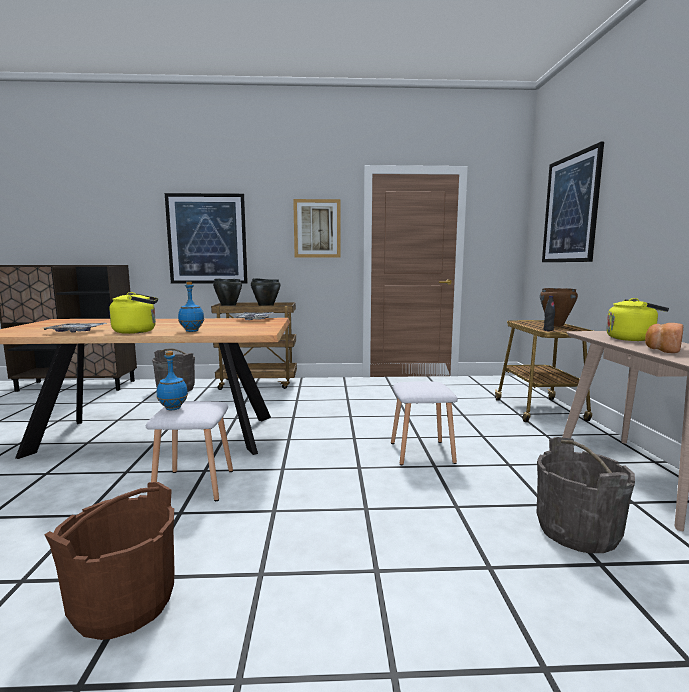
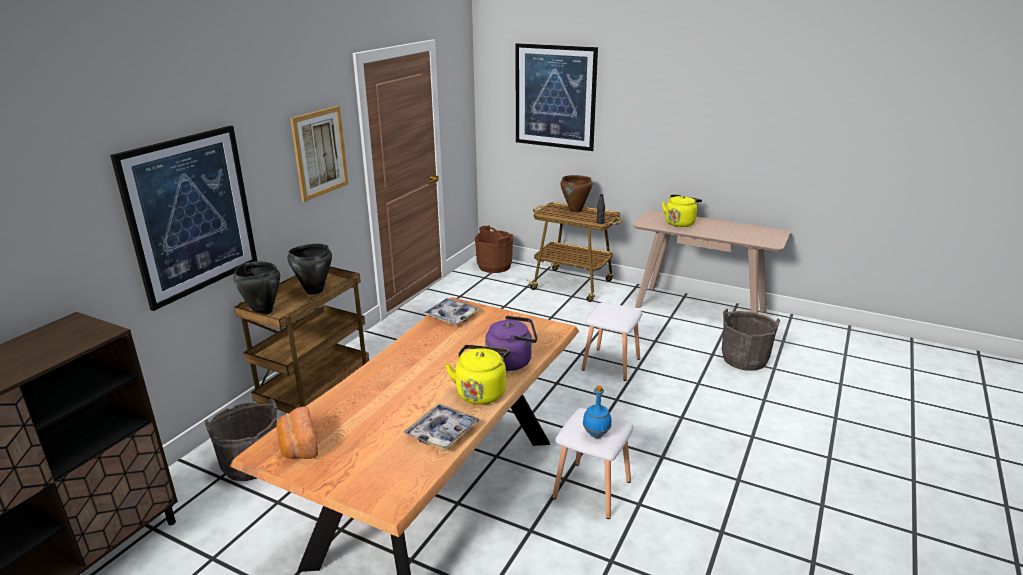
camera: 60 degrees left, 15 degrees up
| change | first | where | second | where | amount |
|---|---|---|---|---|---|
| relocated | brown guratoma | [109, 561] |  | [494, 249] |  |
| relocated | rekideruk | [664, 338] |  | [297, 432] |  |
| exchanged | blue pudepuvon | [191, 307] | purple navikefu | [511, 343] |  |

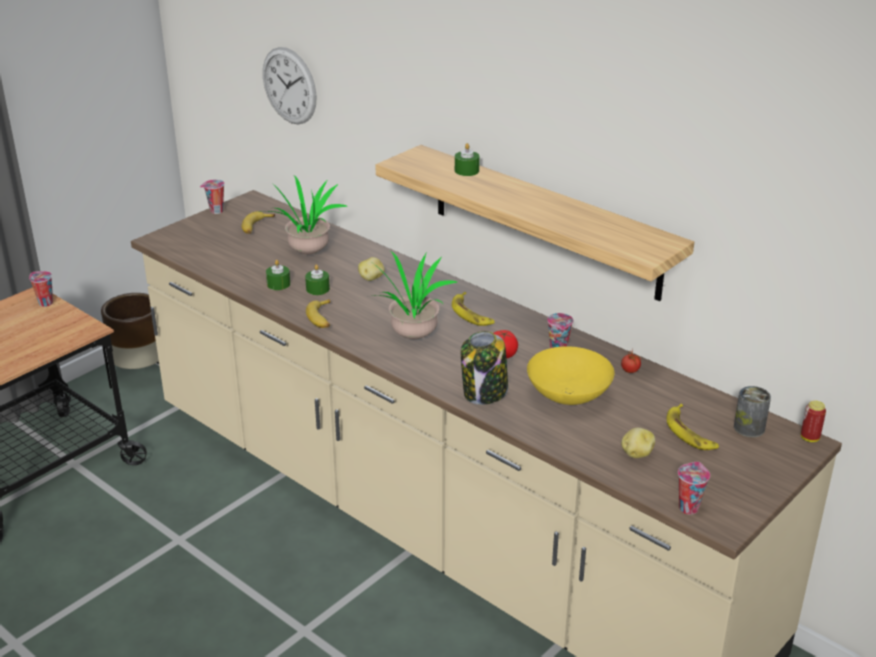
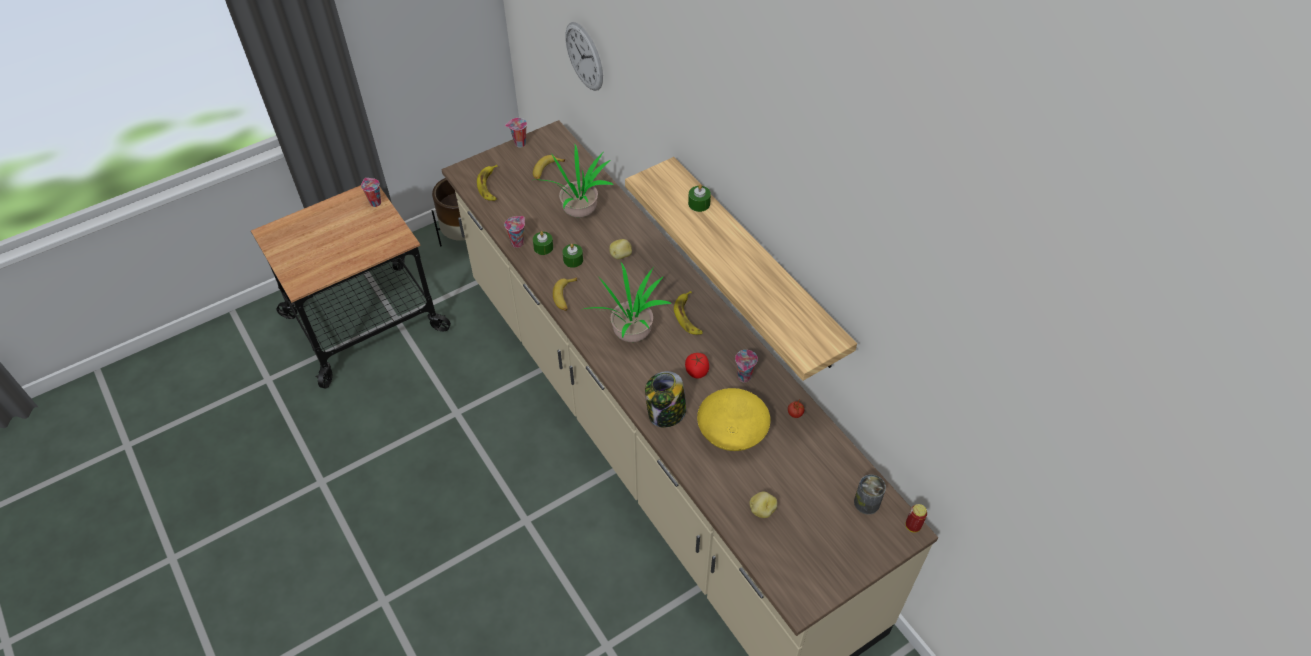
camera: 15 degrees right, 20 degrees up
| change | first | where | second | where | amount |
|---|---|---|---|---|---|
| relocated | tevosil | [692, 427] |  | [487, 183] |  |
| relocated | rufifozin | [694, 488] |  | [514, 232] |  |

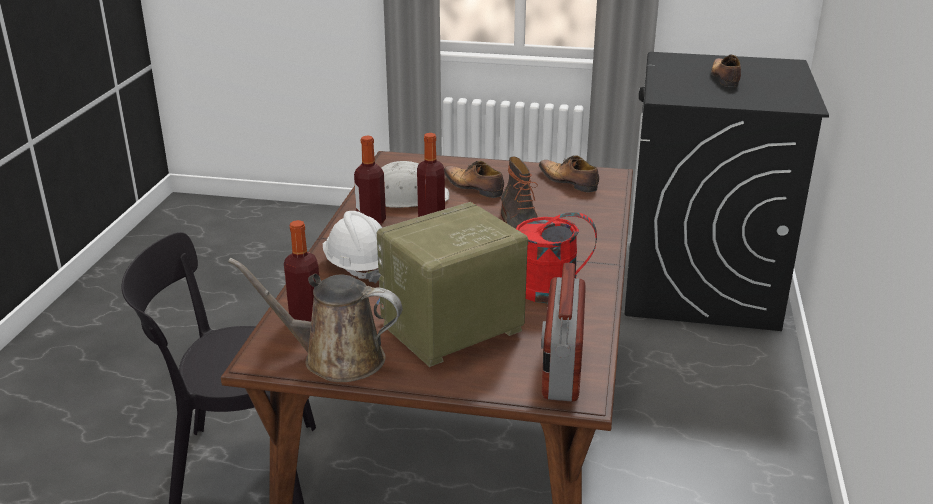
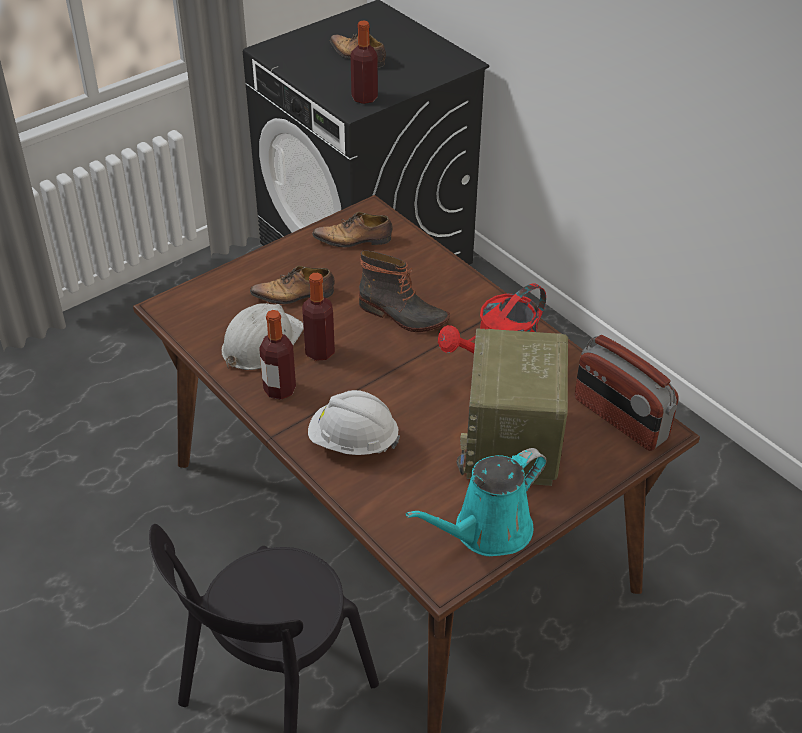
camera: 50 degrees left, 15 degrees up
| change | first | where | second | where | amount |
|---|---|---|---|---|---|
| relocated | pudepuvon | [301, 270] |  | [364, 62] |  |
| colour | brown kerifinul | [315, 320] | turquoise kerifinul | [476, 502] |  |

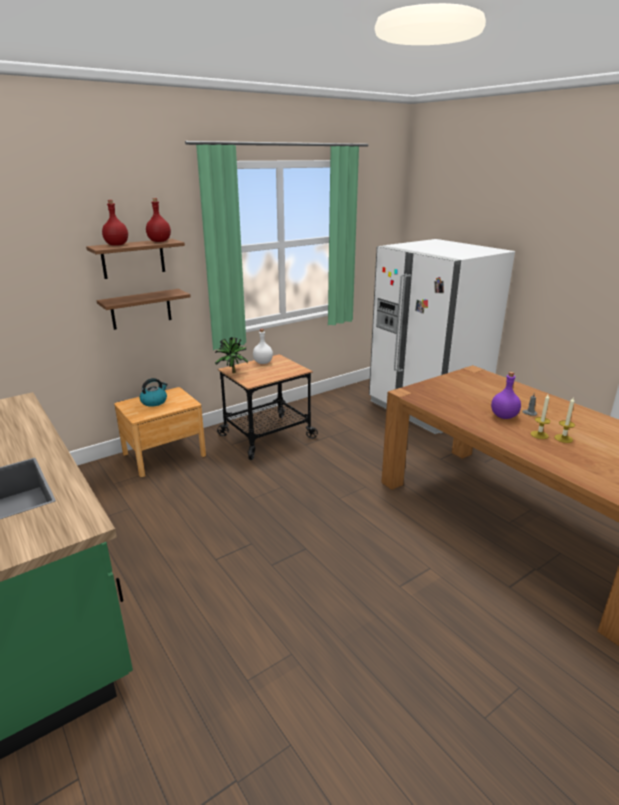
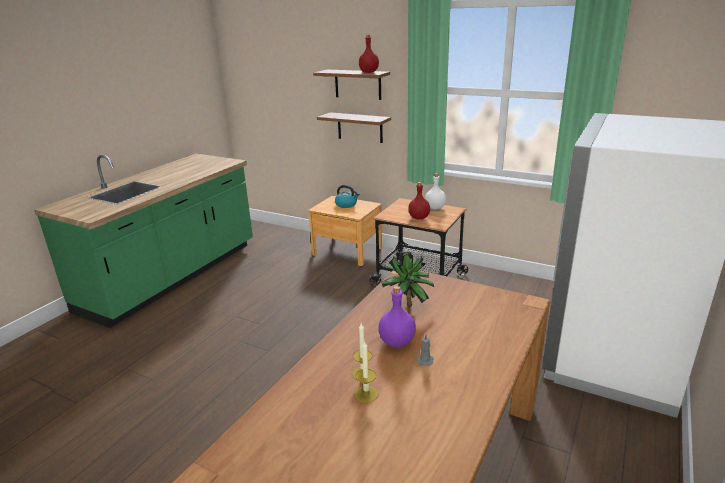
camera: 65 degrees right, 0 degrees up
| change | first | where | second | where | amount |
|---|---|---|---|---|---|
| relocated | red pudepuvon | [115, 223] |  | [419, 201] |  |
| relocated | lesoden | [231, 355] |  | [407, 279] |  |

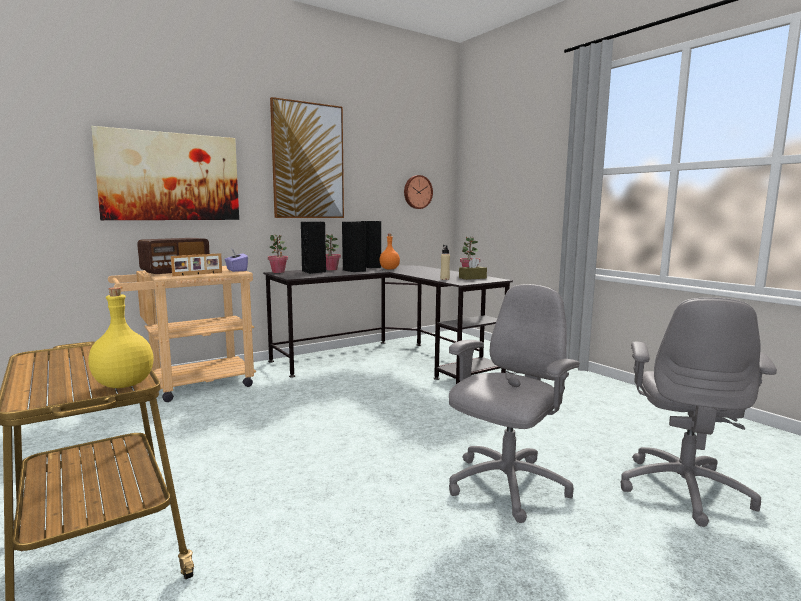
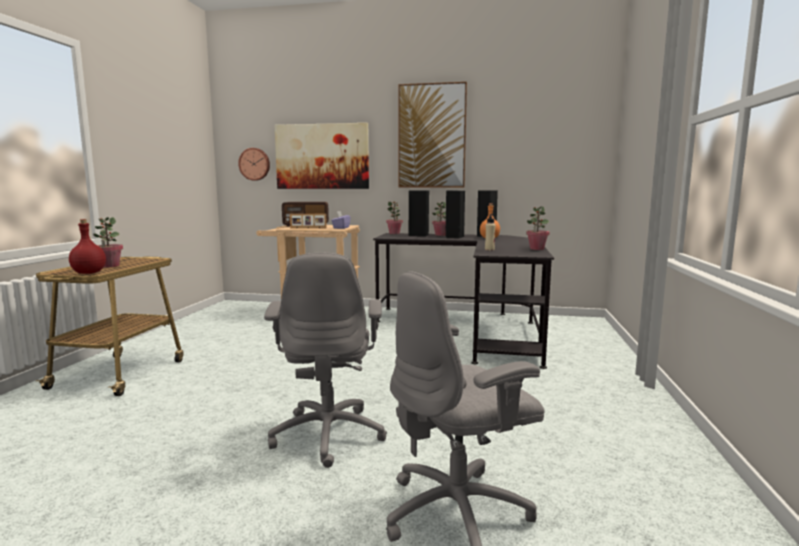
camera: 45 degrees right, 0 degrees up
| change | first | where | second | where | amount |
|---|---|---|---|---|---|
| missing | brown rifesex | [473, 268] |  |  |  |
| appeared |  |  | lesoden | [108, 242] |  |
| relocated | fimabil | [418, 192] |  | [254, 164] |  |
| colour | yellow pudepuvon | [121, 337] | red pudepuvon | [87, 246] |  |
| spun | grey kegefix | [514, 403] |  | [325, 360] | 90 degrees clockwise |

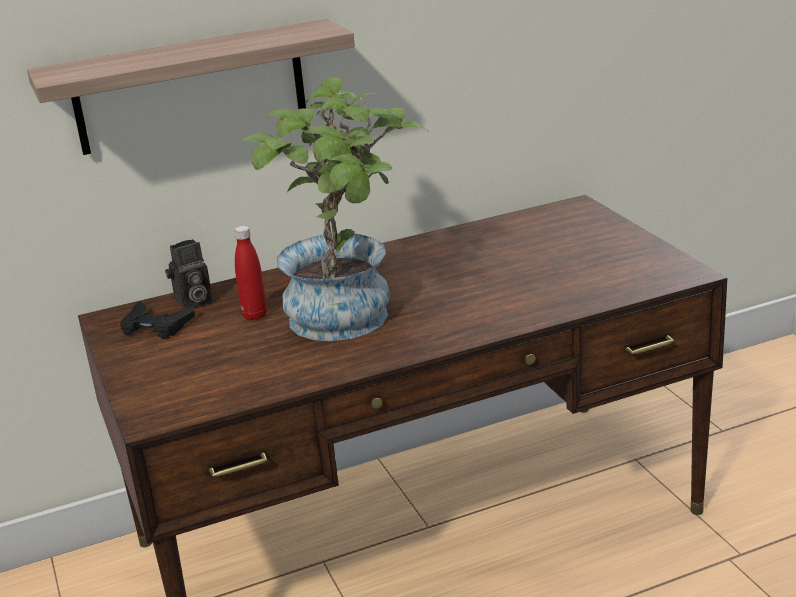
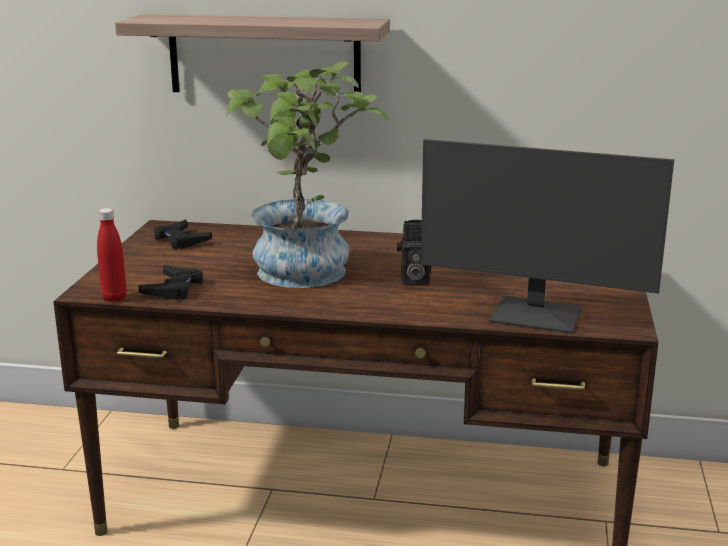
camera: 30 degrees right, 5 degrees down
| change | first | where | second | where | amount |
|---|---|---|---|---|---|
| appeared |  |  | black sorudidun | [170, 282] |  |
| appeared |  |  | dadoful | [547, 236] |  |
| relocated | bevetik | [188, 274] |  | [413, 252] |  |
| relocated | red pudepuvon | [250, 273] |  | [112, 255] |  |

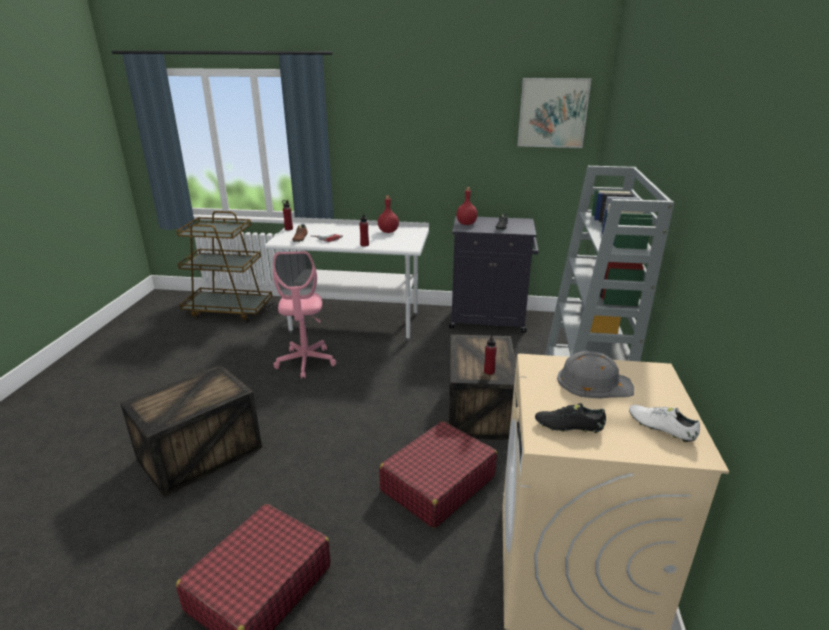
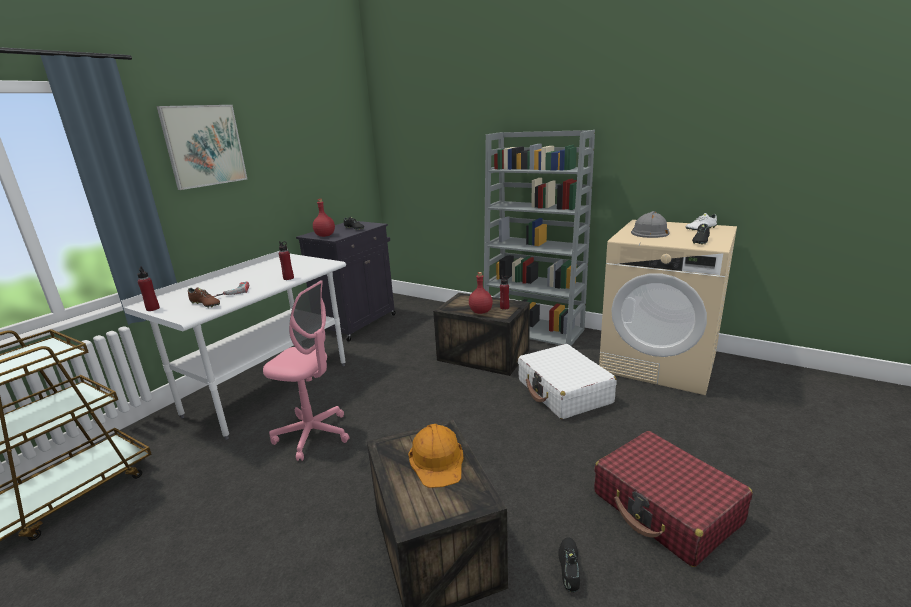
camera: 65 degrees left, 5 degrees down
| change | first | where | second | where | amount |
|---|---|---|---|---|---|
| appeared |  |  | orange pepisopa | [436, 456] |  |
| appeared |  |  | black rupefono | [569, 564] |  |
| relocated | red pudepuvon | [388, 214] |  | [481, 293] |  |
| relocated | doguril | [554, 113] |  | [202, 147] |  |
| colour | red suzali | [438, 474] | white suzali | [567, 381] |  |

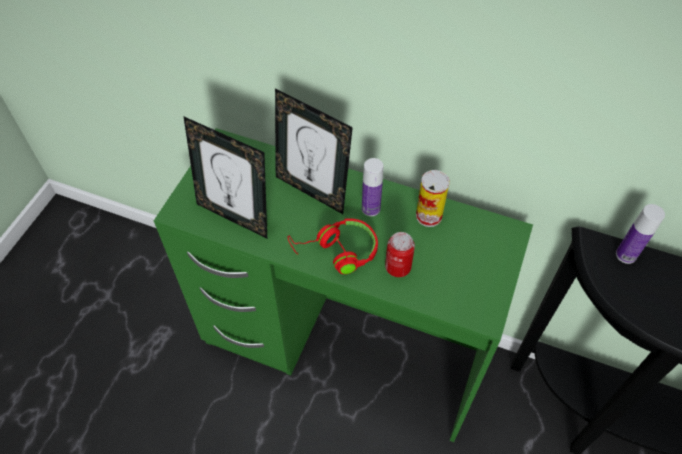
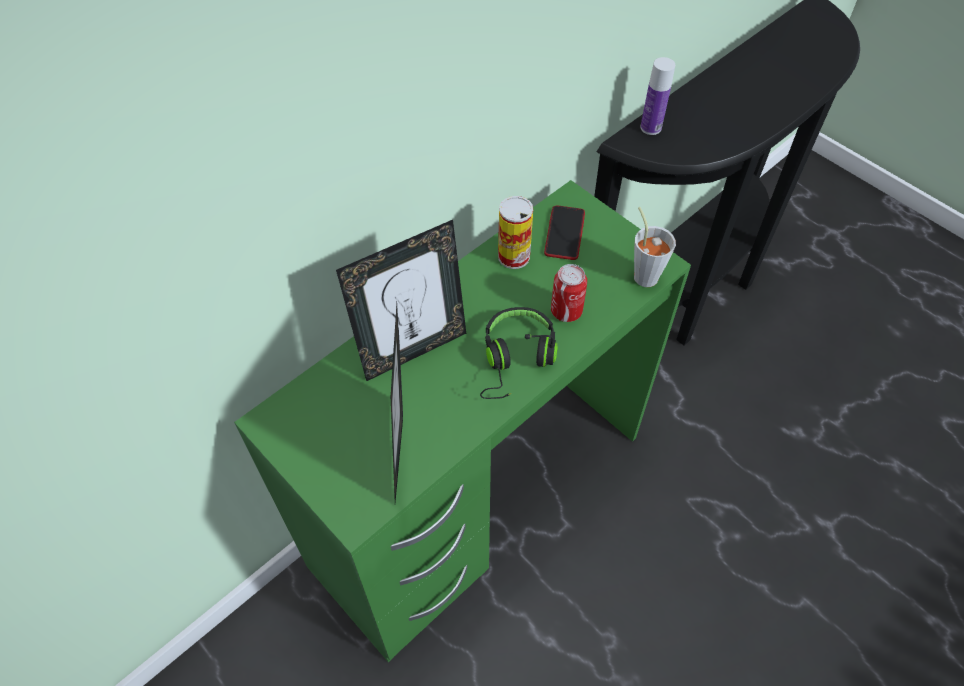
camera: 65 degrees left, 0 degrees up
| change | first | where | second | where | amount |
|---|---|---|---|---|---|
| missing | pudepuvon | [372, 187] |  |  |  |
| appeared |  |  | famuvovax | [564, 232] |  |
| appeared |  |  | grey rufifozin | [655, 247] |  |
| colour | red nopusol | [333, 246] | black nopusol | [519, 353] |  |
| spun | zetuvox | [225, 177] |  | [397, 403] | 120 degrees clockwise |

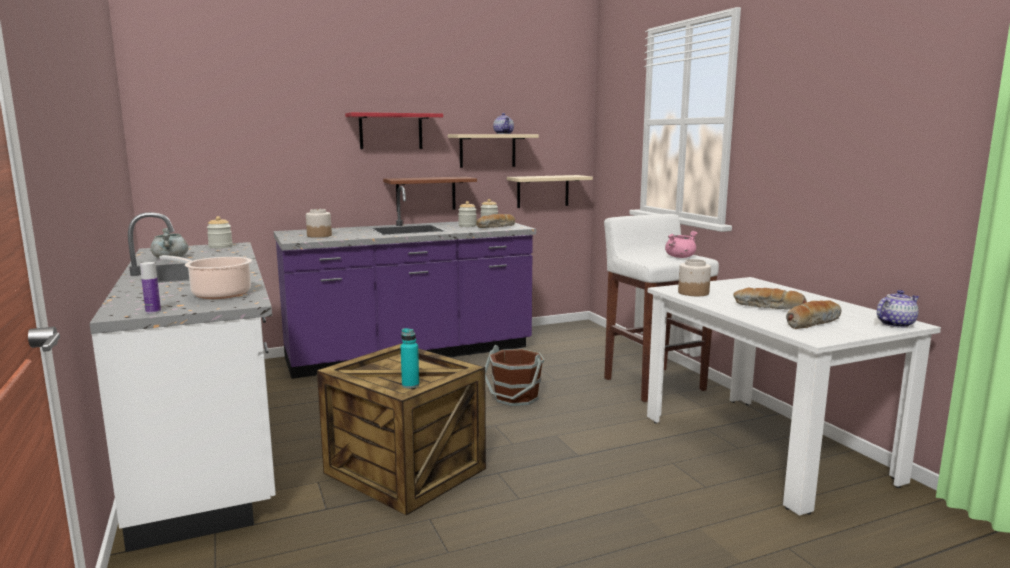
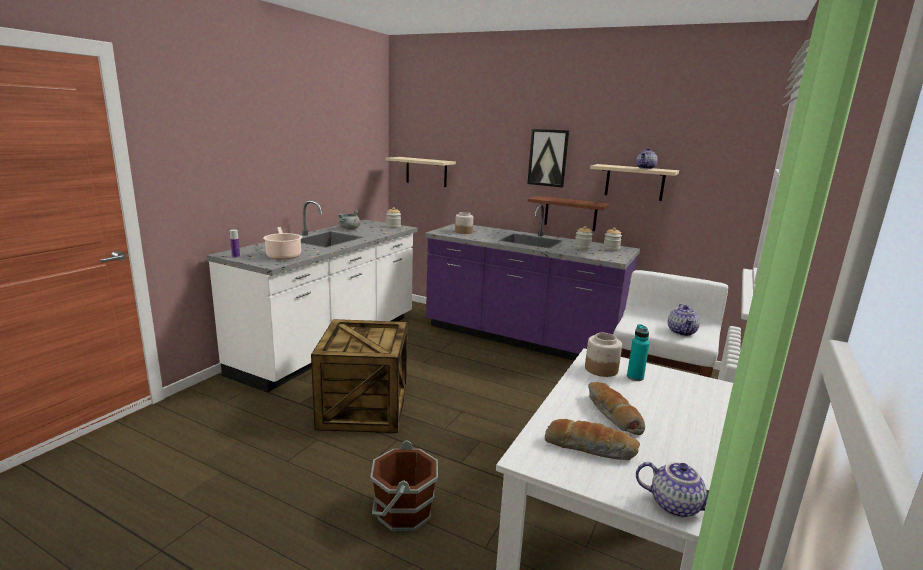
camera: 50 degrees right, 5 degrees up
| change | first | where | second | where | amount |
|---|---|---|---|---|---|
| missing | rekideruk | [495, 221] |  |  |  |
| relocated | turquoise pudepuvon | [410, 358] |  | [638, 352] |  |
| relocated | brown guratoma | [514, 375] |  | [404, 485] |  |
| relocated | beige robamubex | [550, 191] |  | [421, 172] |  |
| exchanged | red robamubex | [394, 130] | doguril | [548, 158] |  |
| exchanged | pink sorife | [681, 244] | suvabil | [684, 320] |  |

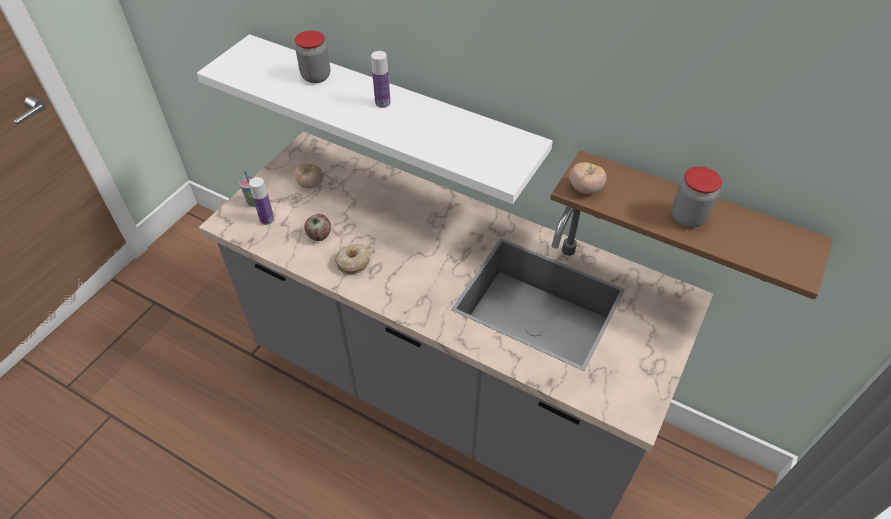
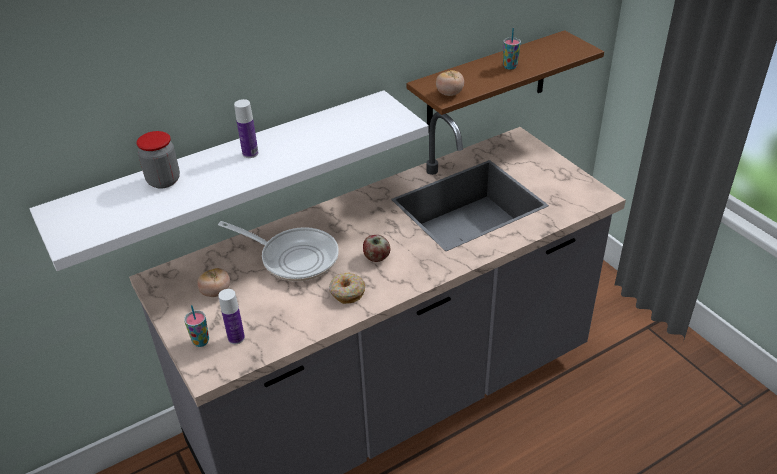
camera: 60 degrees left, 10 degrees down
| change | first | where | second | where | amount |
|---|---|---|---|---|---|
| appeared |  |  | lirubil | [278, 251] |  |
| relocated | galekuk | [317, 227] |  | [376, 248] |  |
| exchanged | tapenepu | [696, 196] | rufifozin | [512, 49] |  |

